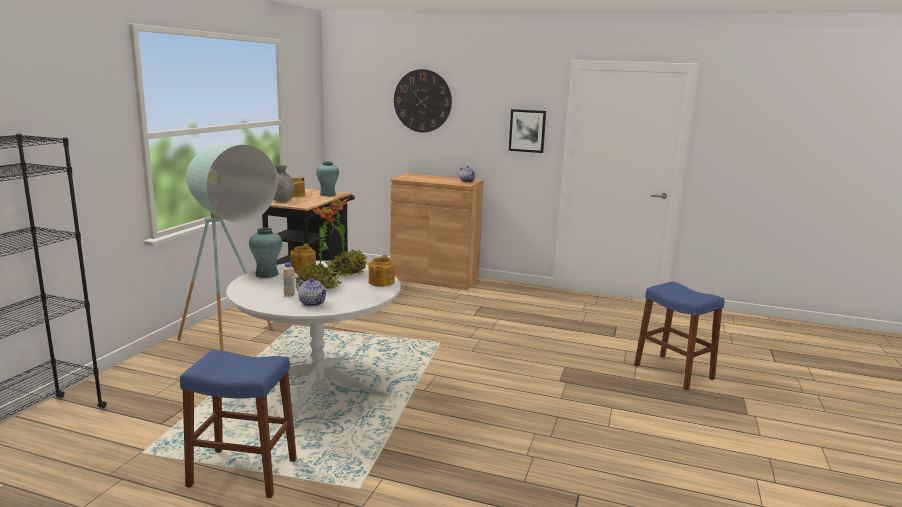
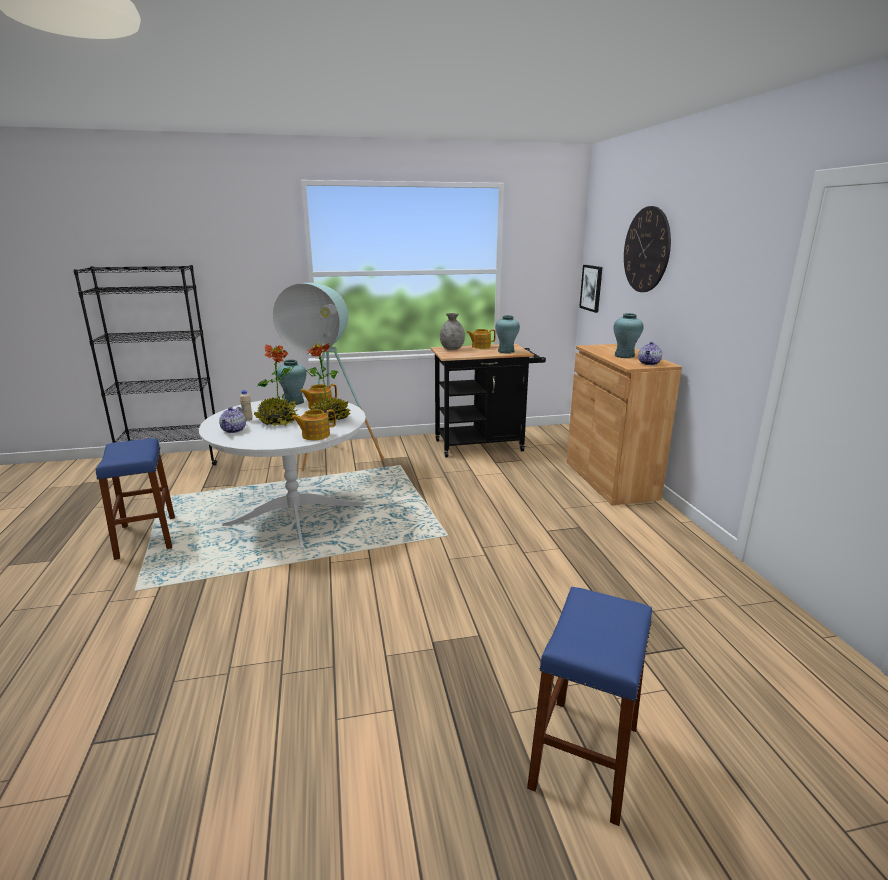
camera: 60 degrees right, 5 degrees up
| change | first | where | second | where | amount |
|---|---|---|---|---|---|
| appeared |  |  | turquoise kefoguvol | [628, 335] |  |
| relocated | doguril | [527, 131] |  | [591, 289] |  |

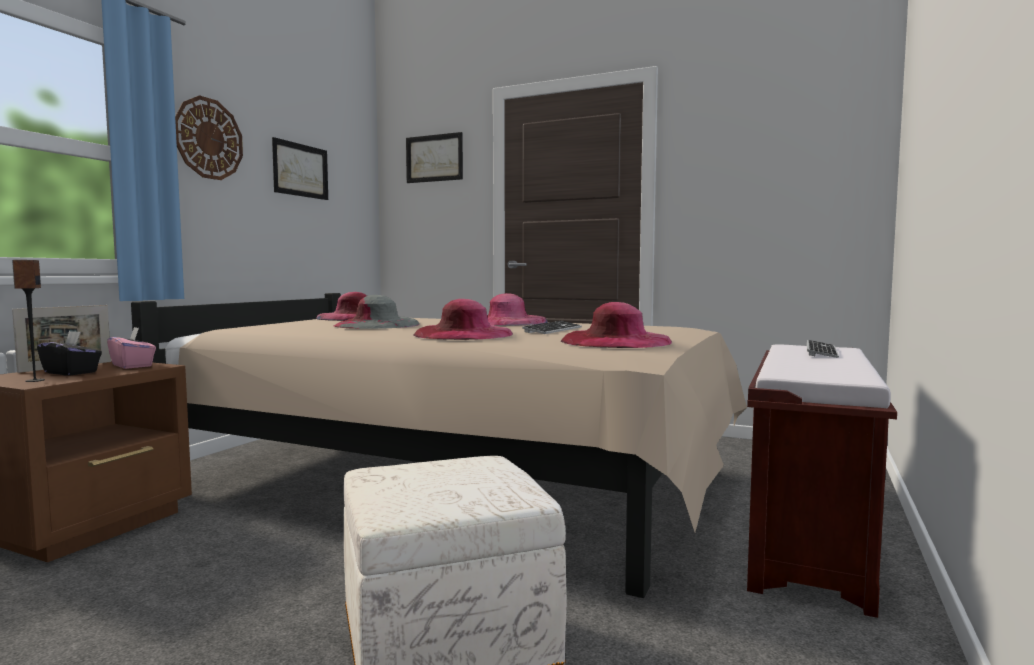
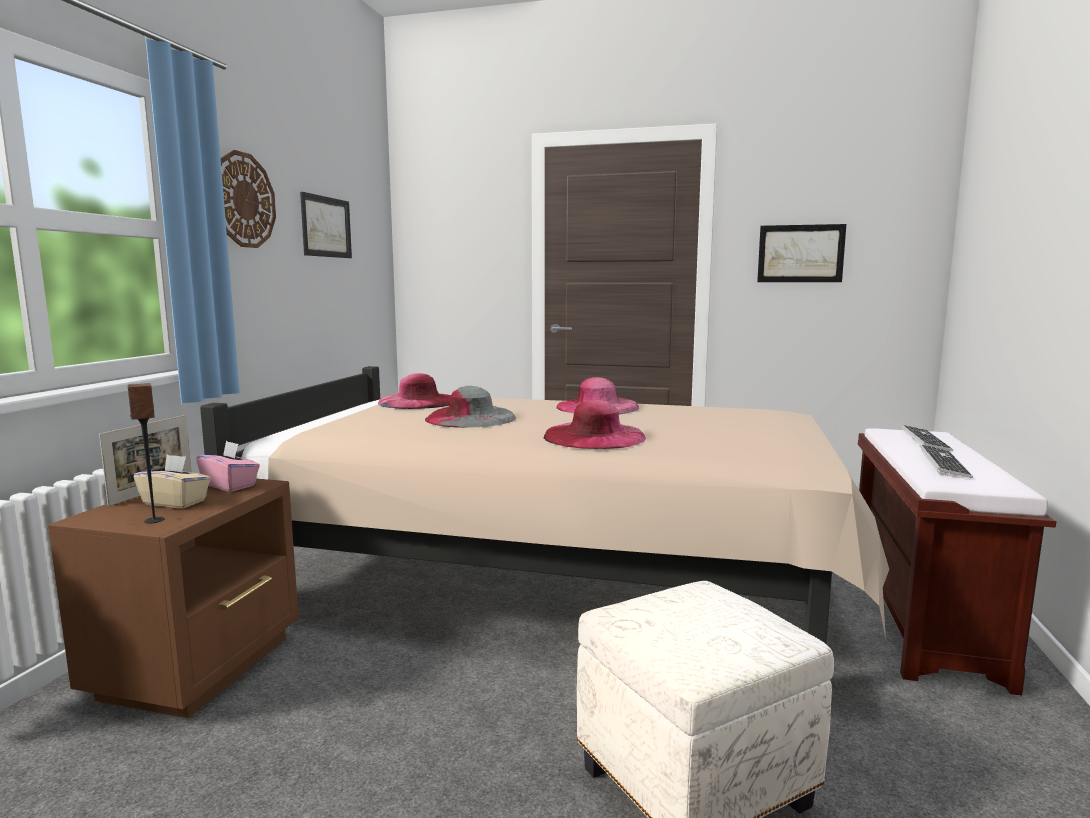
camera: 10 degrees left, 5 degrees up
| change | first | where | second | where | amount |
|---|---|---|---|---|---|
| missing | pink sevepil | [616, 325] |  |  |  |
| relocated | doguril | [434, 157] |  | [801, 253] |  |
| relocated | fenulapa | [552, 327] |  | [946, 461] |  |
| colour | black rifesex | [69, 353] | beige rifesex | [172, 482] |  |

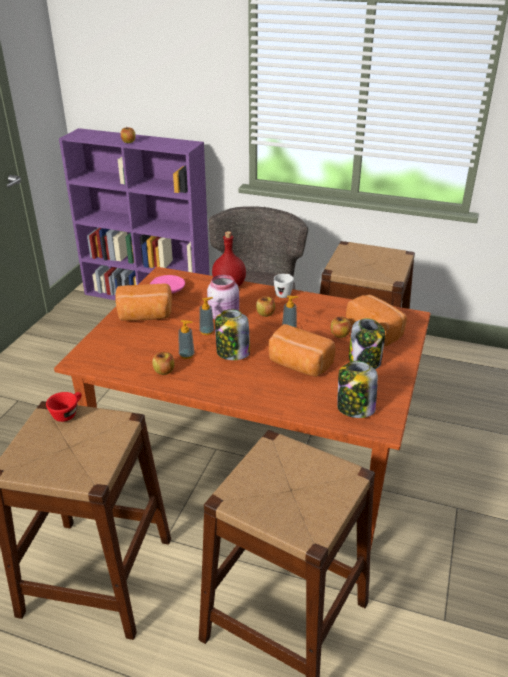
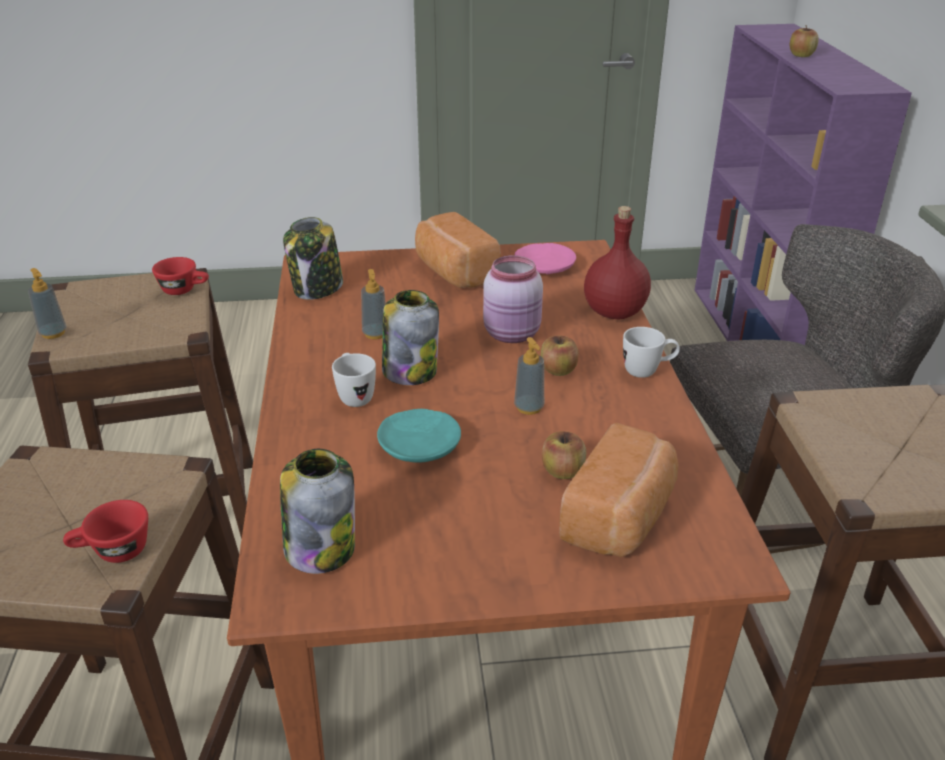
camera: 65 degrees right, 0 degrees up
| change | first | where | second | where | amount |
|---|---|---|---|---|---|
| missing | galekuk | [163, 363] |  |  |  |
| appeared |  |  | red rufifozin | [105, 531] |  |
| appeared |  |  | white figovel | [354, 380] |  |
| relocated | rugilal | [206, 316] |  | [47, 303] |  |
| relocated | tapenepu | [367, 343] |  | [313, 258] |  |
| exchanged | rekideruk | [302, 350] | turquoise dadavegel | [419, 436] |  |

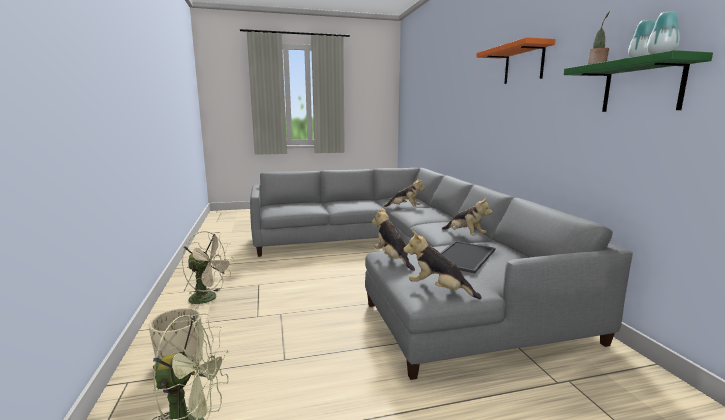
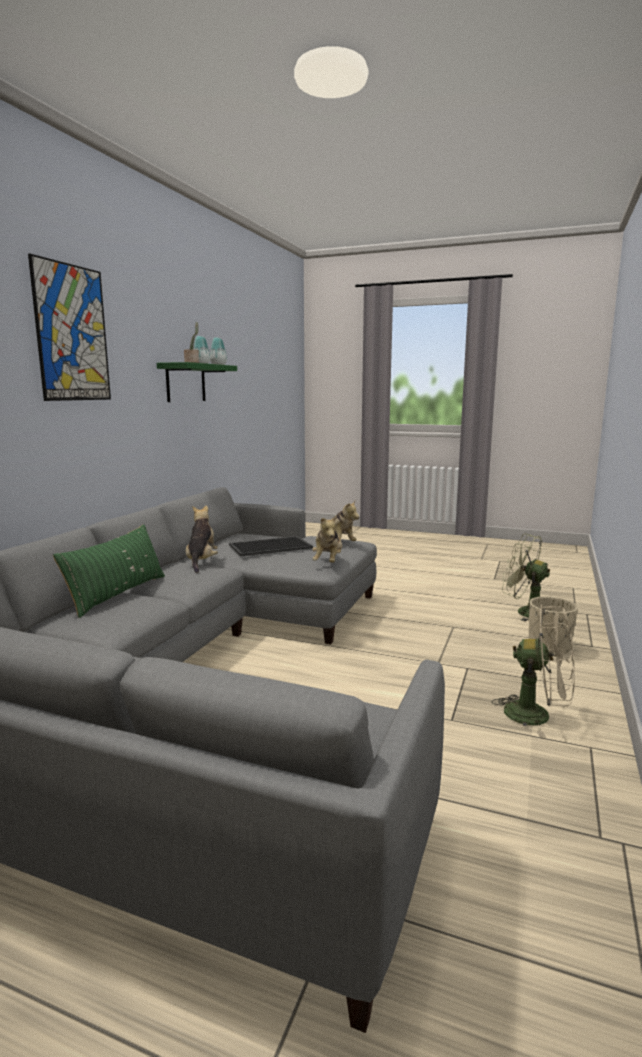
camera: 145 degrees left, 0 degrees up
| change | first | where | second | where | amount |
|---|---|---|---|---|---|
| missing | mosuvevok | [404, 193] |  |  |  |
| appeared |  |  | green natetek | [109, 571] |  |
| exchanged | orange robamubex | [516, 60] | doguril | [69, 327] |  |
| spun | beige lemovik | [208, 270] |  | [533, 670] | 150 degrees clockwise |

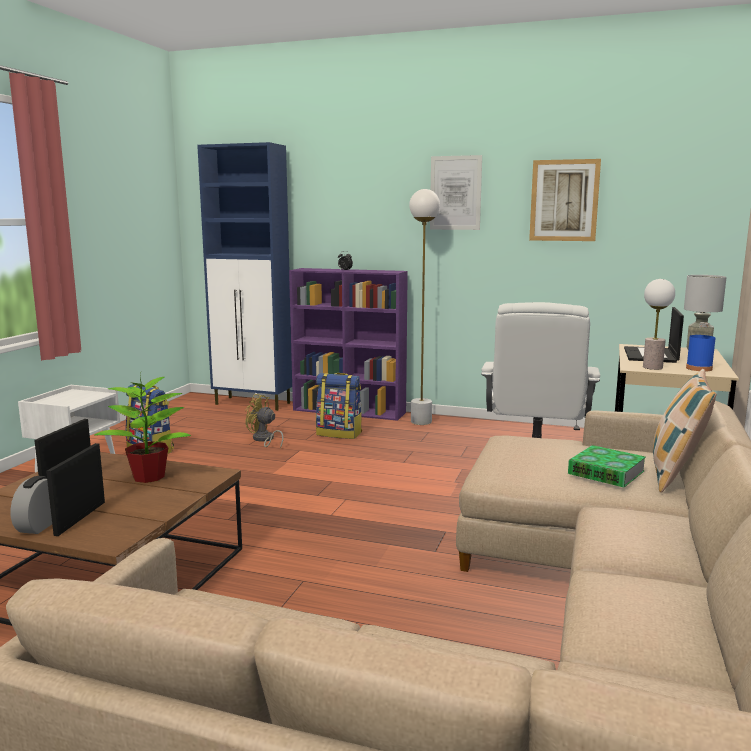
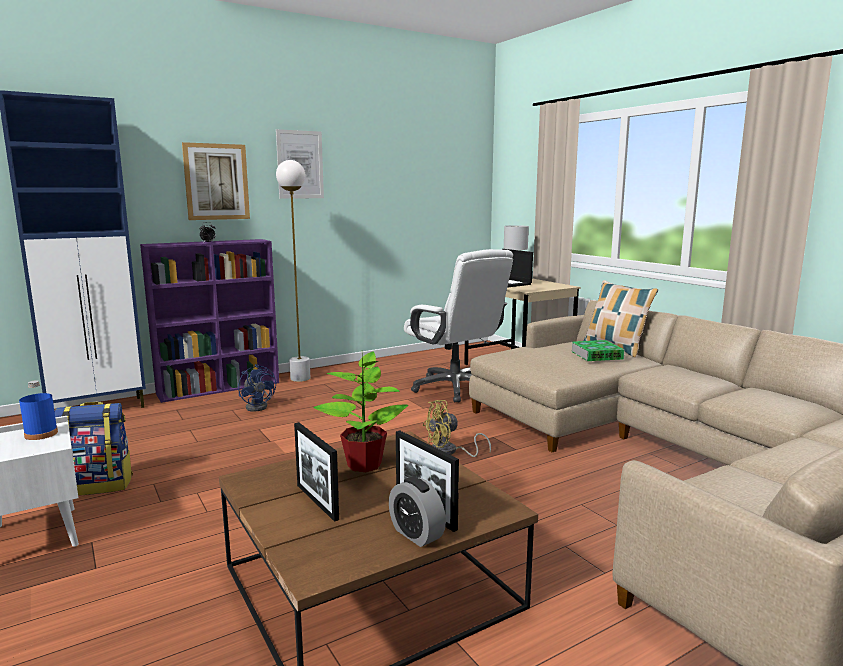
camera: 50 degrees left, 0 degrees up
| change | first | where | second | where | amount |
|---|---|---|---|---|---|
| missing | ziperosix | [659, 324] |  |  |  |
| relocated | yellow lemovik | [264, 421] |  | [456, 428] |  |
| relocated | doguril | [565, 200] |  | [216, 181] |  |
| relocated | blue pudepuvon | [701, 346] |  | [38, 410] |  |
| exchanged | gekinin | [339, 406] | blue lemovik | [257, 388] |  |

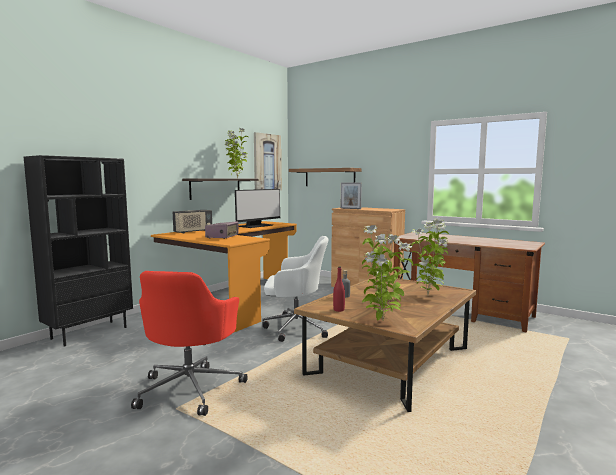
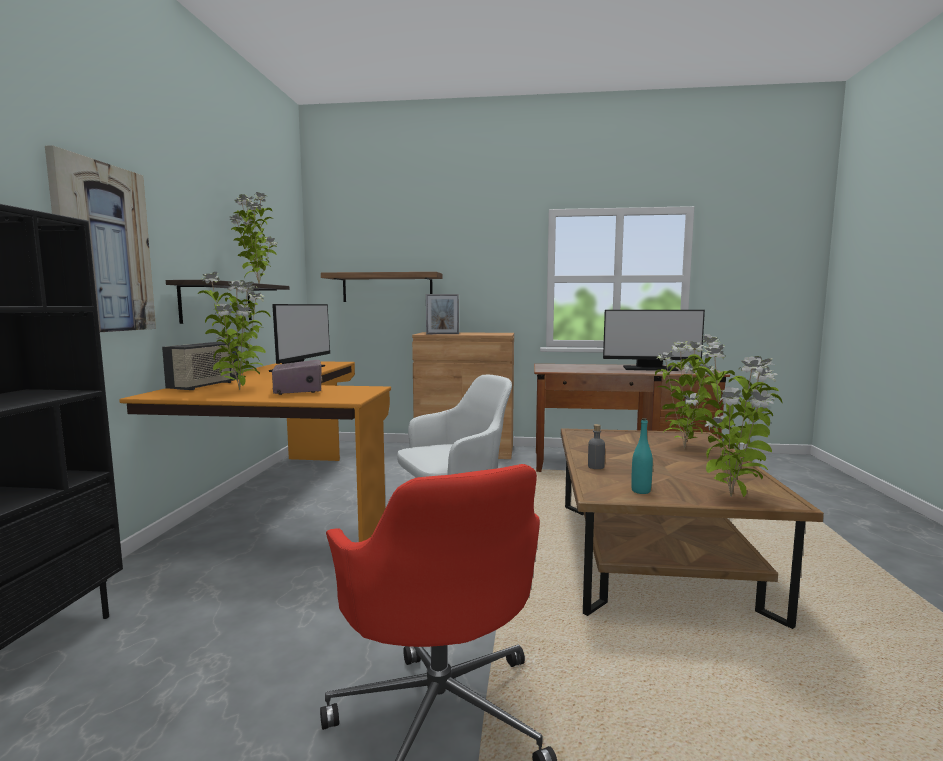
camera: 30 degrees left, 0 degrees up
| change | first | where | second | where | amount |
|---|---|---|---|---|---|
| appeared |  |  | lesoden | [234, 331] |  |
| appeared |  |  | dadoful | [654, 340] |  |
| relocated | doguril | [267, 161] |  | [100, 238] |  |
| colour | red pudepuvon | [339, 289] | turquoise pudepuvon | [642, 456] |  |

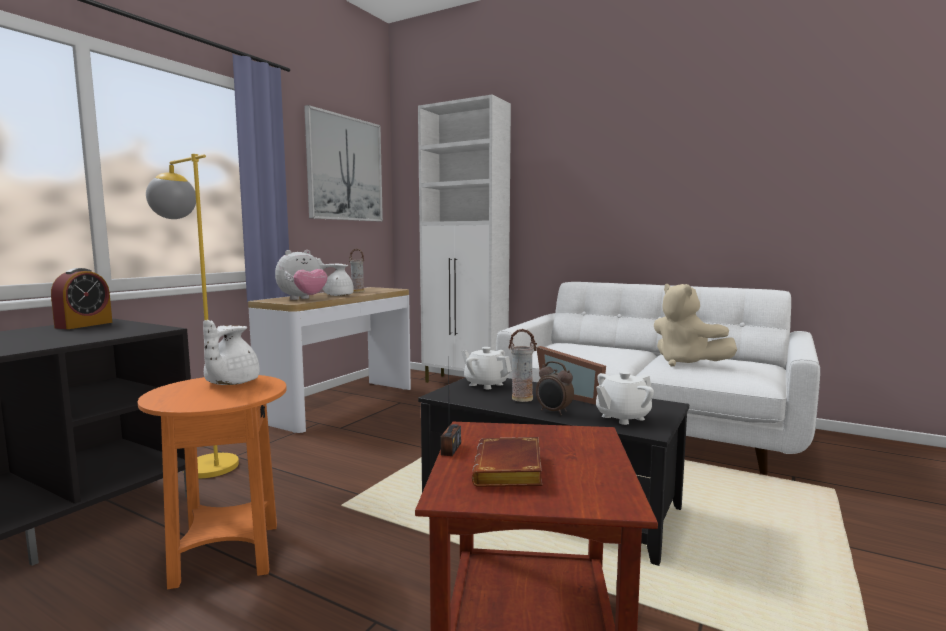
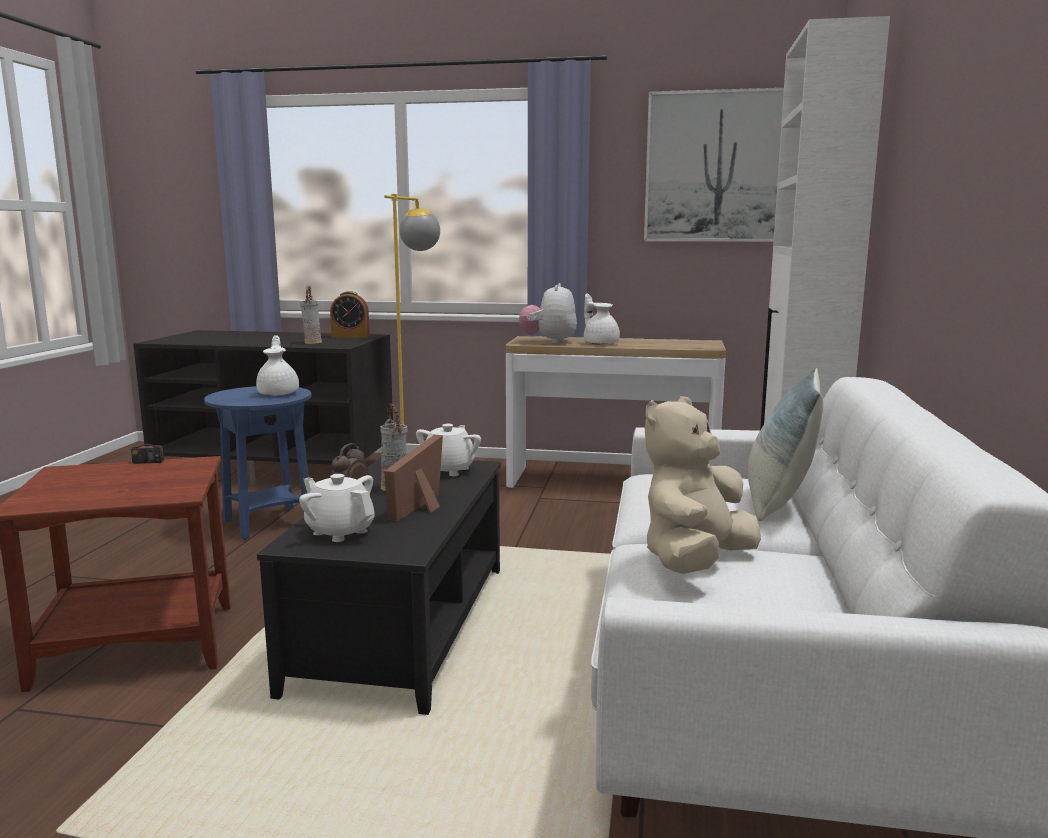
camera: 70 degrees right, 5 degrees up
| change | first | where | second | where | amount |
|---|---|---|---|---|---|
| missing | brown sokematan | [507, 462] |  |  |  |
| appeared |  |  | natetek | [786, 444] |  |
| relocated | kefoguvol | [356, 270] |  | [311, 315] |  |
| colour | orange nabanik | [211, 482] | blue nabanik | [258, 463] |  |
| spun | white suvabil | [231, 352] |  | [277, 365] | 90 degrees clockwise |
| spun | mosuvevok | [301, 275] |  | [548, 313] | 75 degrees clockwise |

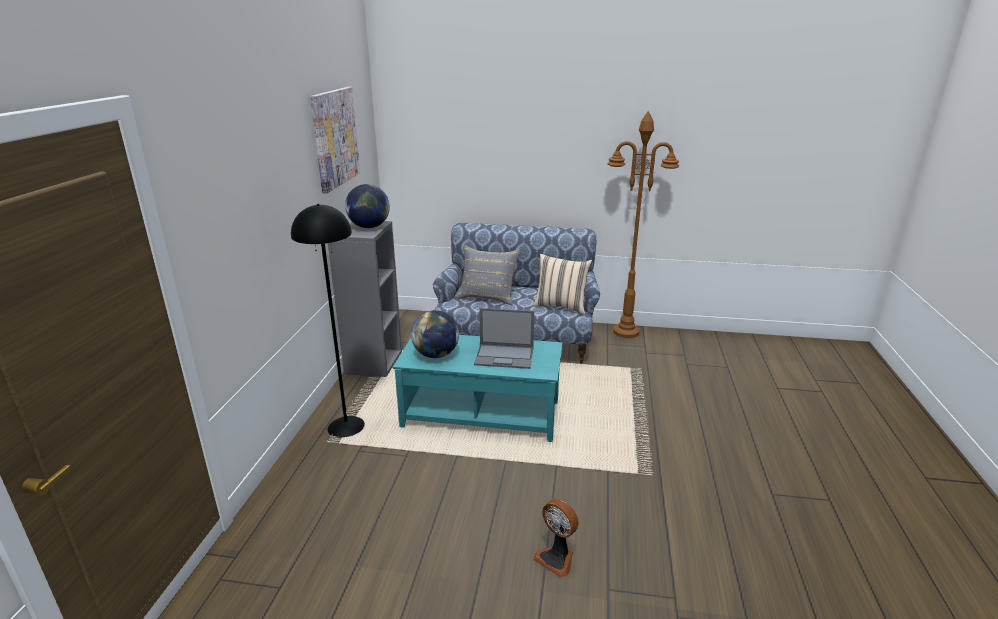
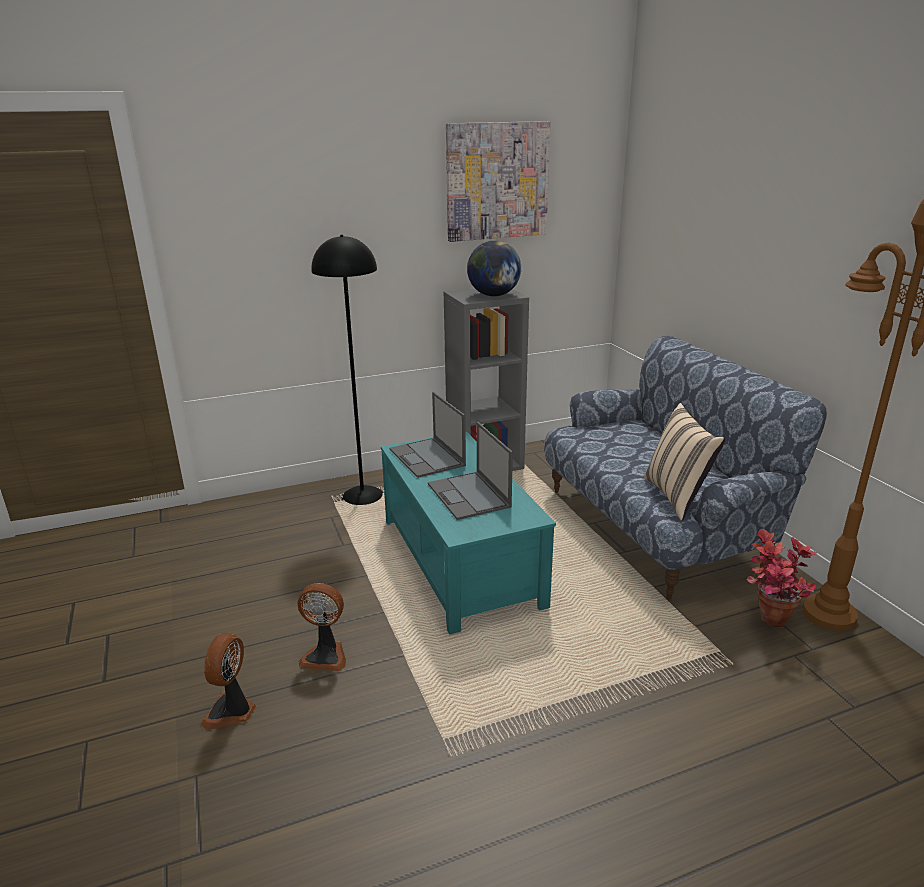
camera: 60 degrees right, 0 degrees up
| change | first | where | second | where | amount |
|---|---|---|---|---|---|
| missing | grey natetek | [488, 275] |  |  |  |
| appeared |  |  | lemovik | [321, 627] |  |
| appeared |  |  | lesoden | [782, 578] |  |
| exchanged | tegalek | [435, 334] | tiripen | [427, 435] |  |

